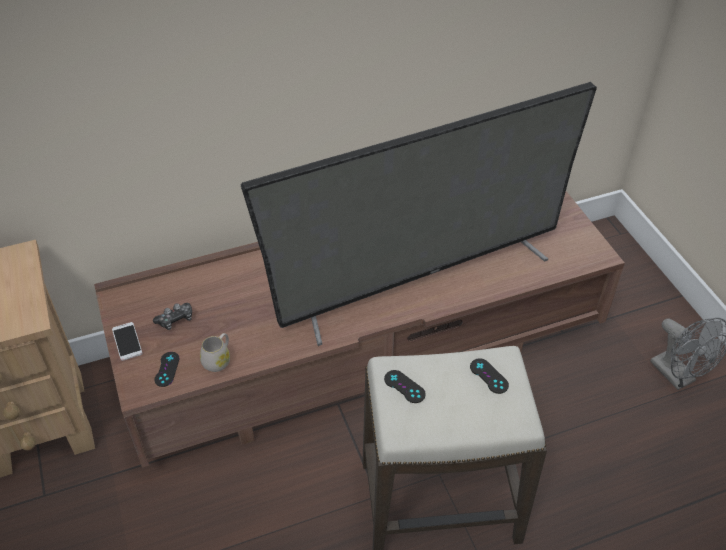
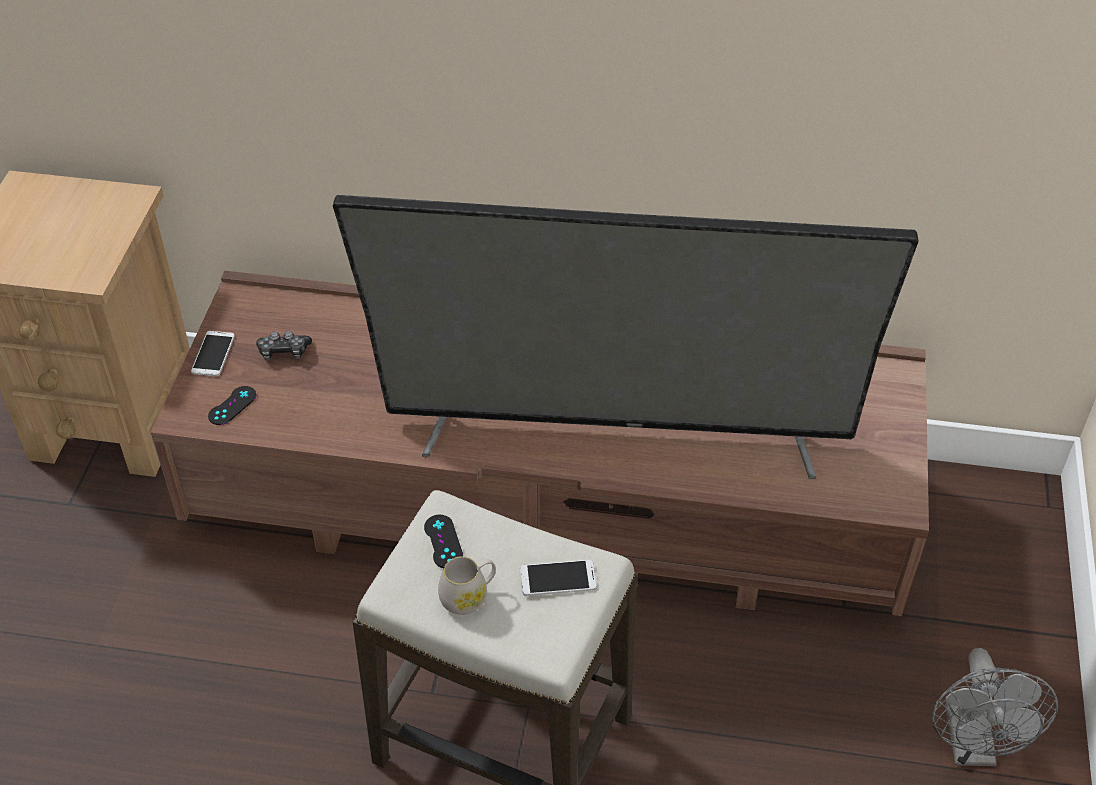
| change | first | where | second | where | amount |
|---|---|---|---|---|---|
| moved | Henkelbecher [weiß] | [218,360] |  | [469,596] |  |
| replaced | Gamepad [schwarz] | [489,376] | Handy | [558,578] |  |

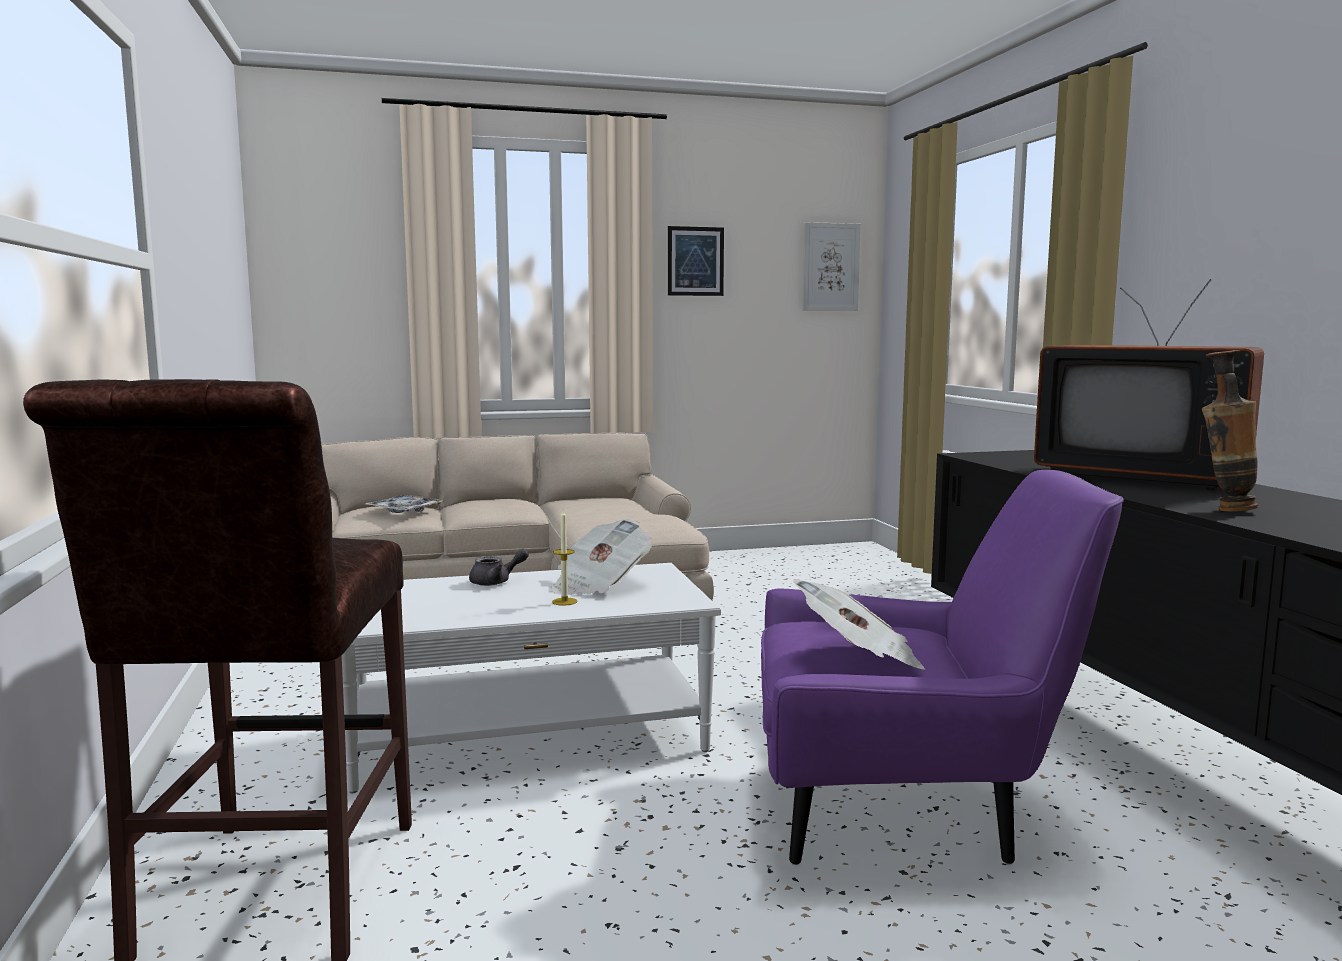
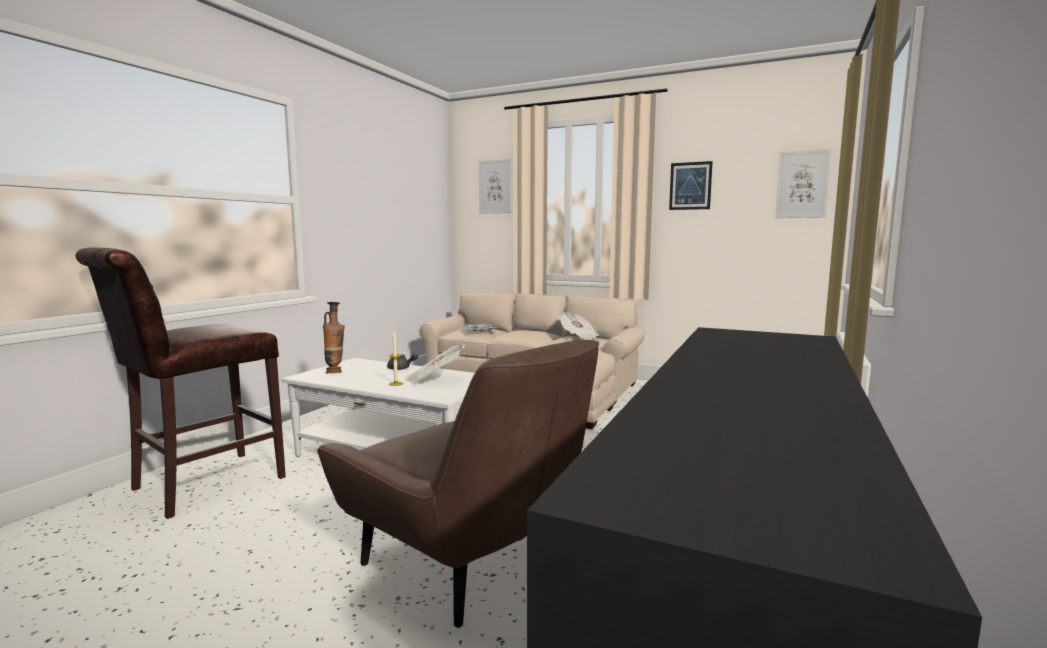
| change | first | where | second | where | amount |
|---|---|---|---|---|---|
| removed | Fernseher | [1140,477] |  |  |  |
| added |  |  | Bild | [495,186] |  |
| moved | Zeitung | [859,657] |  | [579,337] |  |
| moved | Vase | [1224,510] |  | [335,372] |  |
| recoloured | Sessel [lila] | [905,812] | Sessel [braun] | [470,568] |  |

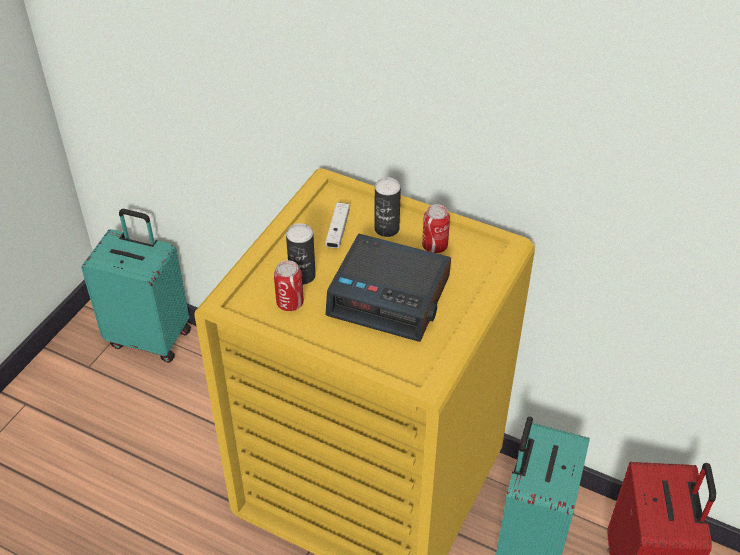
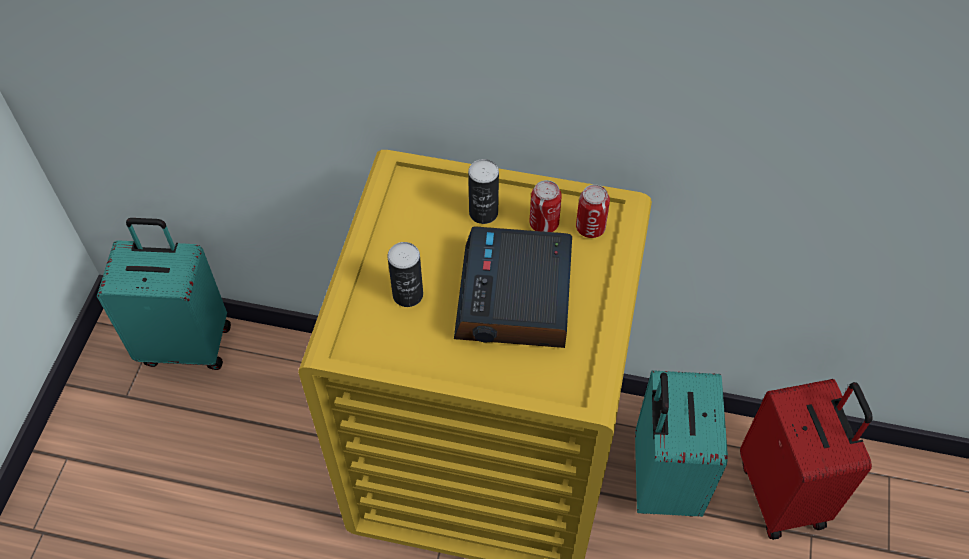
| change | first | where | second | where | amount |
|---|---|---|---|---|---|
| removed | Gamepad [weiß] | [338,231] |  |  |  |
| moved | Dose | [290,303] |  | [590,228] |  |
| turned | Wecker | [390,296] |  | [515,298] | 90 degrees clockwise |

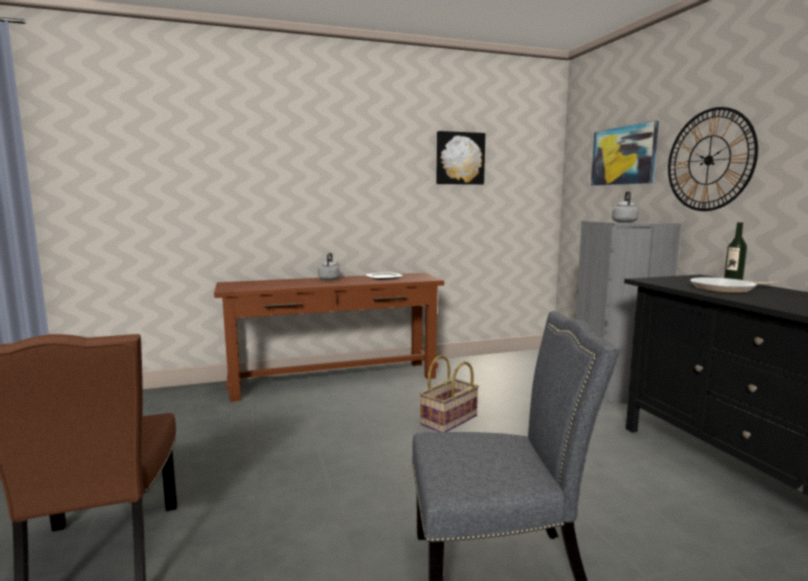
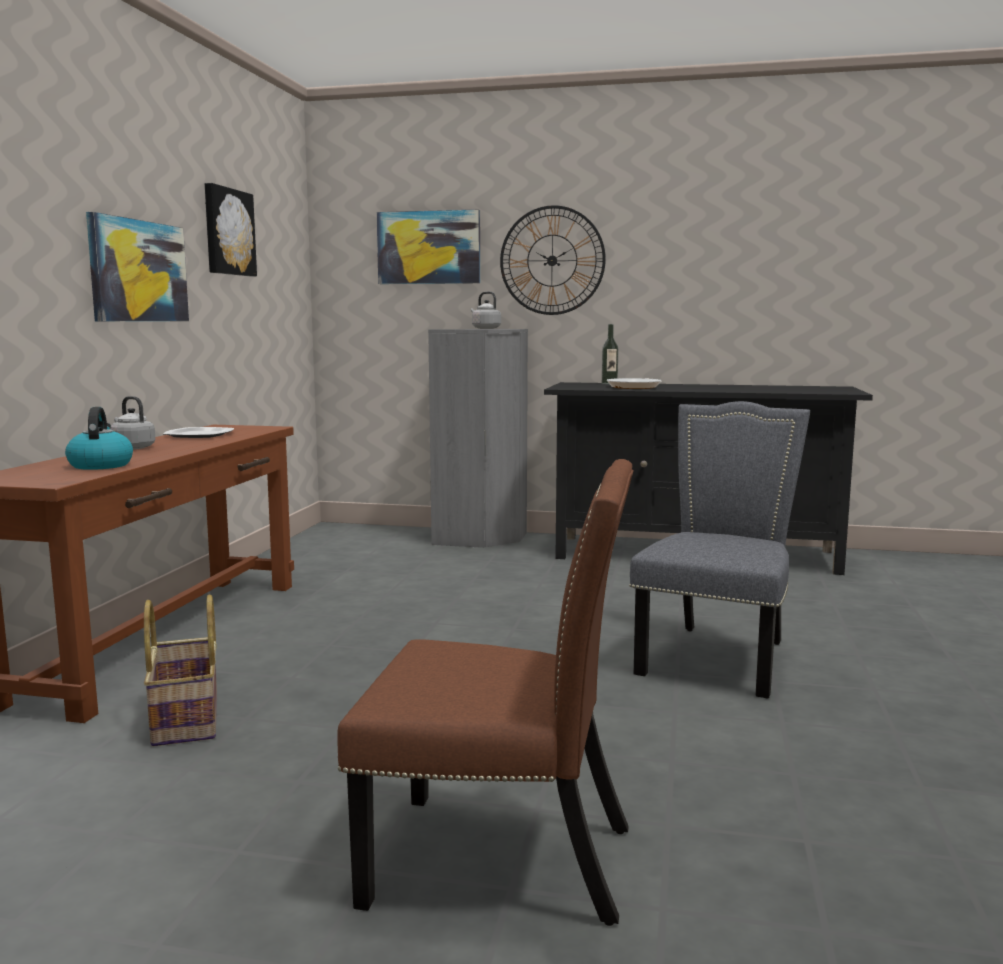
| change | first | where | second | where | amount |
|---|---|---|---|---|---|
| added |  |  | Wasserkessel | [100,465] |  |
| added |  |  | Bild | [138,271] |  |
| moved | Korb | [449,420] |  | [188,719] |  |

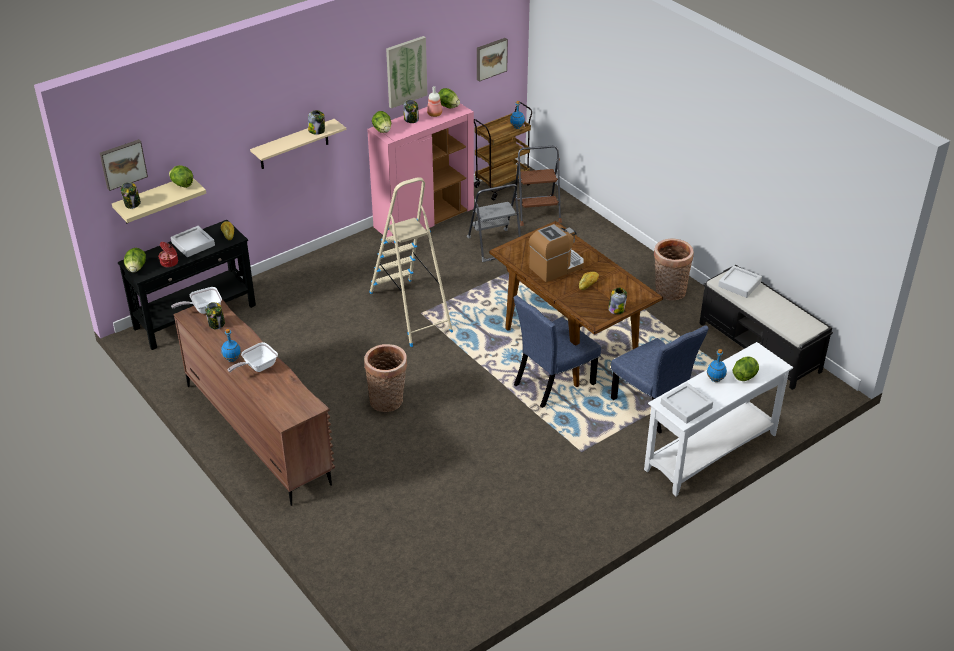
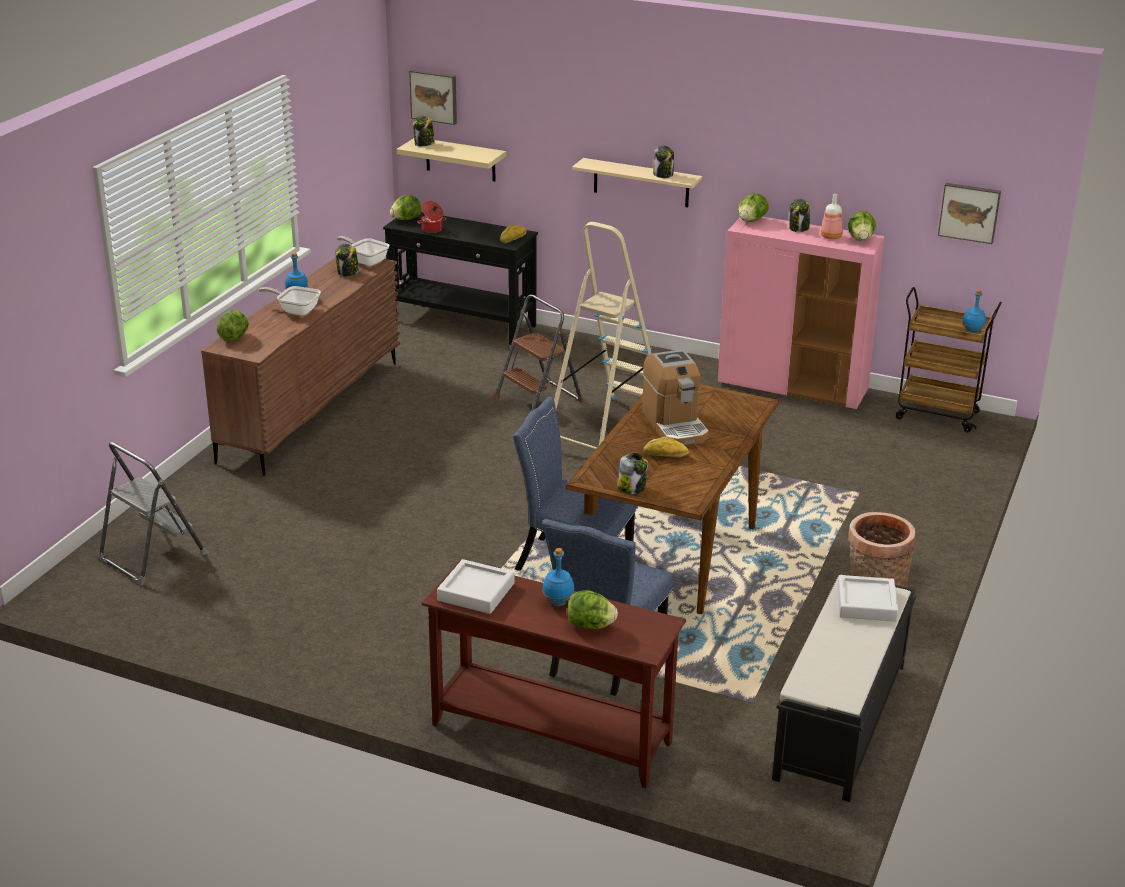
| change | first | where | second | where | amount |
|---|---|---|---|---|---|
| removed | Tablett [grau] | [193,244] |  |  |  |
| removed | Korb | [388,402] |  |  |  |
| removed | Bild | [406,71] |  |  |  |
| moved | Salatkopf | [182,184] |  | [234,338] |  |
| moved | Trittleiter [grau] | [495,246] |  | [149,557] |  |
| moved | Trittleiter [braun] | [537,209] |  | [541,399] |  |
| recoloured | Konsolentisch [weiß] | [710,452] | Konsolentisch [braun] | [550,733] |  |
| turned | Kaffeemaschine | [556,267] |  | [675,425] | 45 degrees clockwise |

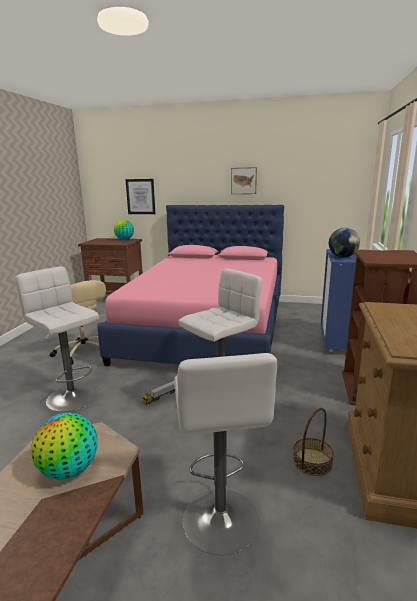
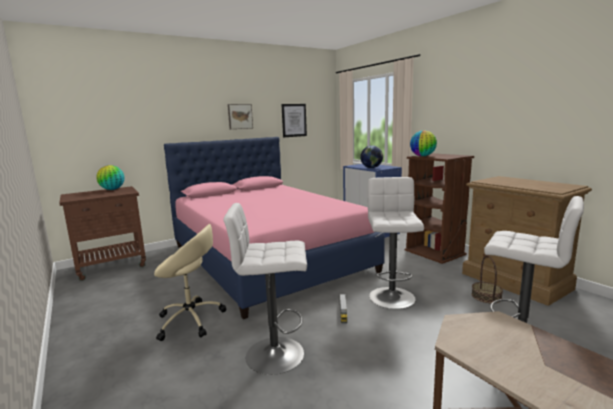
| change | first | where | second | where | amount |
|---|---|---|---|---|---|
| moved | Globus | [69,470] |  | [422,156] |  |
| moved | Bild | [140,196] |  | [294,120] |  |

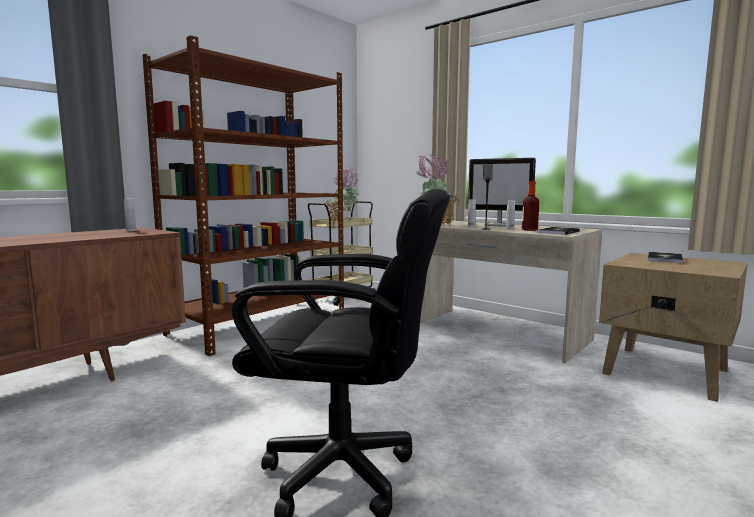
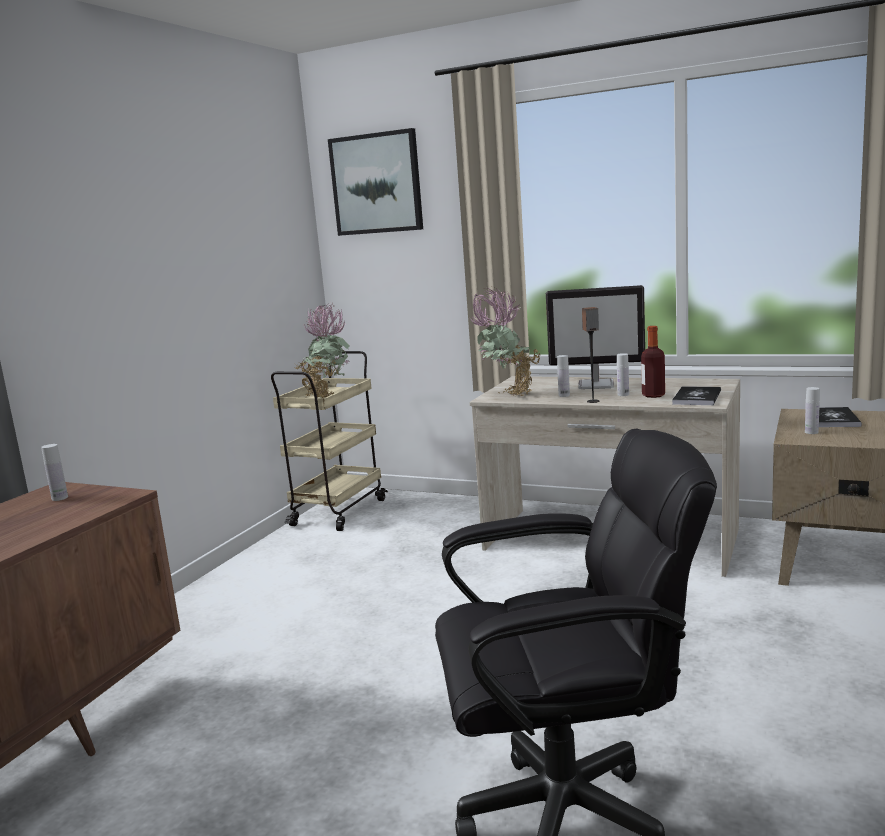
| change | first | where | second | where | amount |
|---|---|---|---|---|---|
| removed | Bücherregal [braun] | [260,325] |  |  |  |
| added |  |  | Bild | [377,183] |  |
| added |  |  | Flasche [weiß] | [811,432] |  |

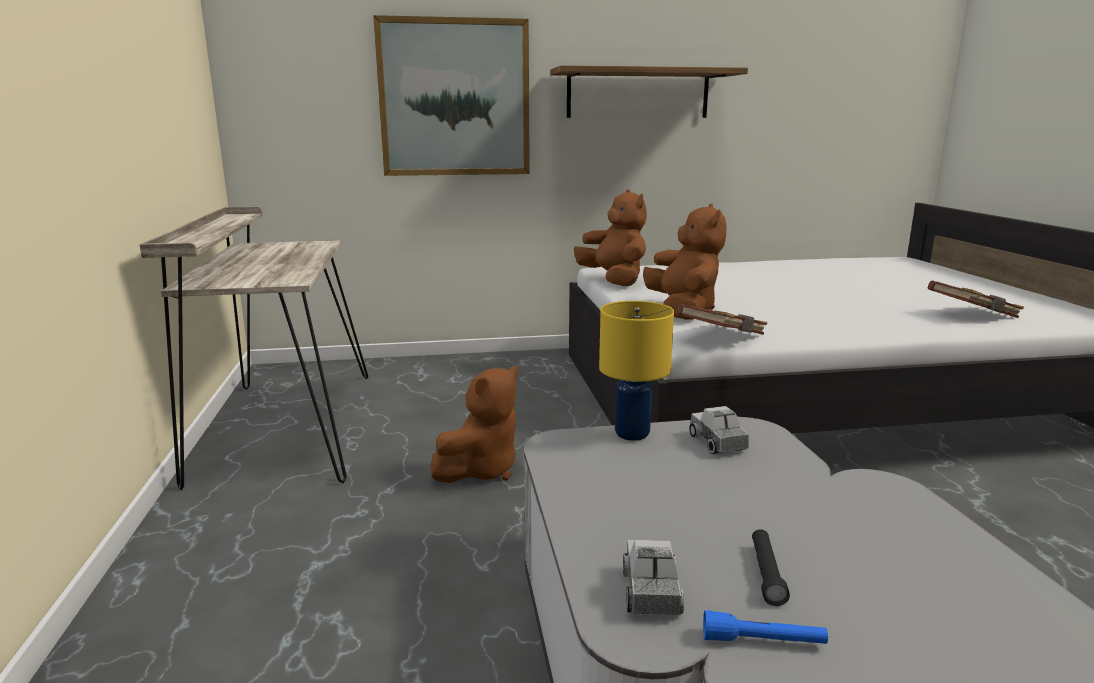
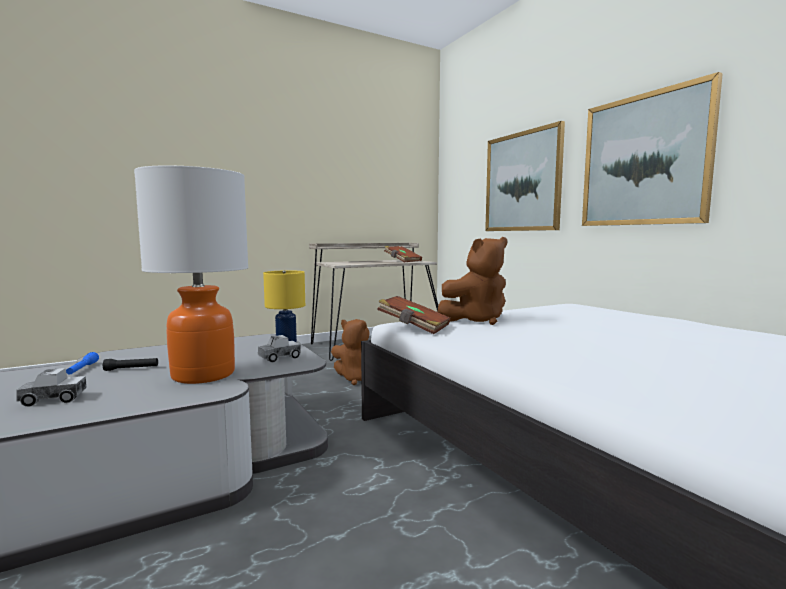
| change | first | where | second | where | amount |
|---|---|---|---|---|---|
| removed | Plüschtier [braun] | [614,280] |  |  |  |
| added |  |  | Tischlampe | [203,374] |  |
| moved | Spielzeuglaster | [651,593] |  | [53,399] |  |
| moved | Buch [braun] | [973,315] |  | [402,261] |  |
| replaced | Wandregal | [638,94] | Bild | [644,160] |  |

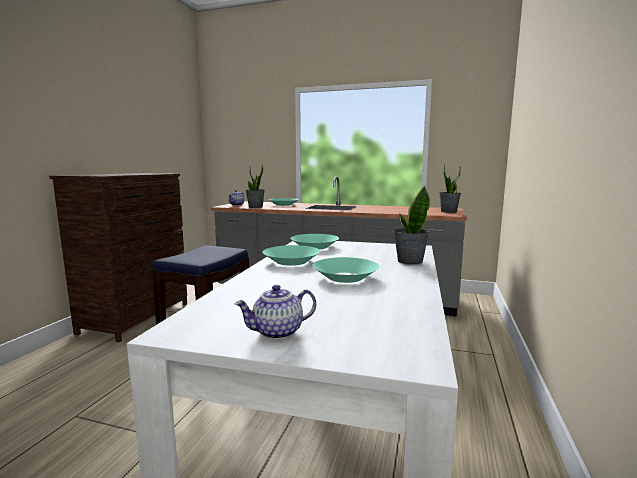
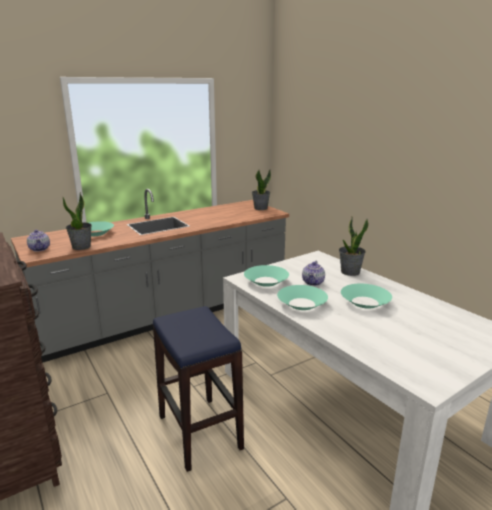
| change | first | where | second | where | amount |
|---|---|---|---|---|---|
| moved | Teekanne | [277,333] |  | [313,283] |  |

